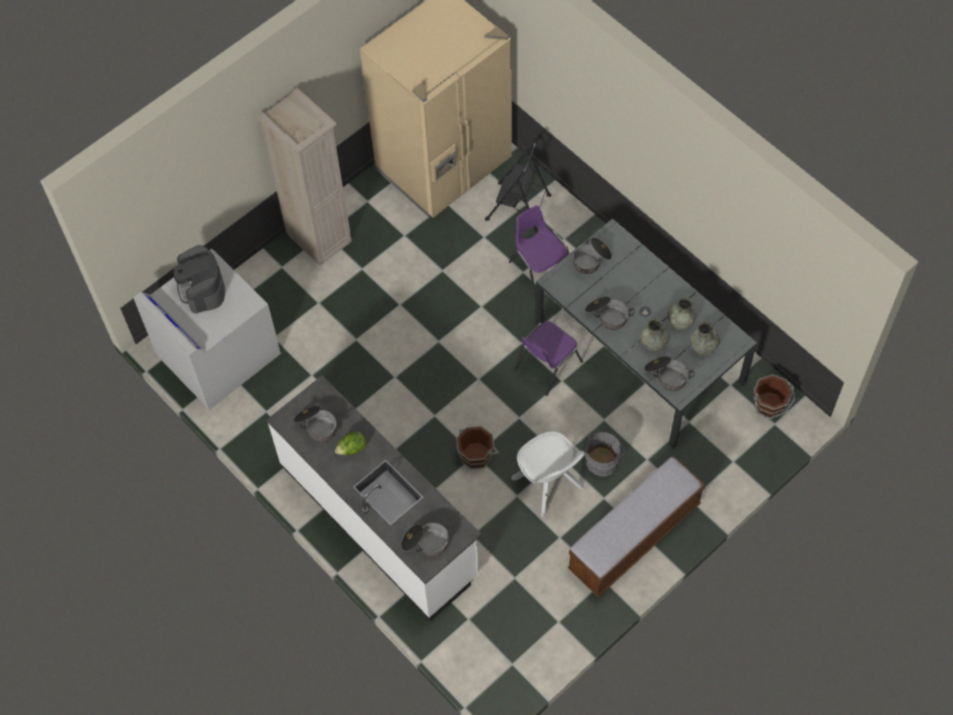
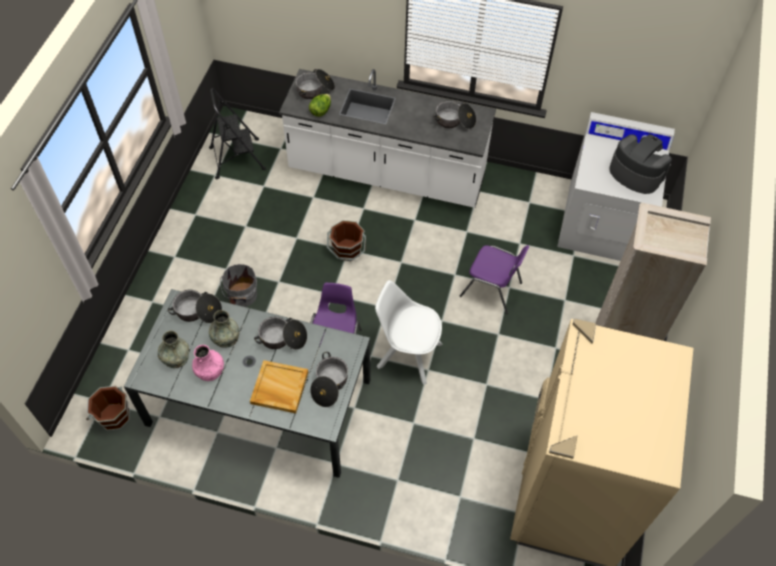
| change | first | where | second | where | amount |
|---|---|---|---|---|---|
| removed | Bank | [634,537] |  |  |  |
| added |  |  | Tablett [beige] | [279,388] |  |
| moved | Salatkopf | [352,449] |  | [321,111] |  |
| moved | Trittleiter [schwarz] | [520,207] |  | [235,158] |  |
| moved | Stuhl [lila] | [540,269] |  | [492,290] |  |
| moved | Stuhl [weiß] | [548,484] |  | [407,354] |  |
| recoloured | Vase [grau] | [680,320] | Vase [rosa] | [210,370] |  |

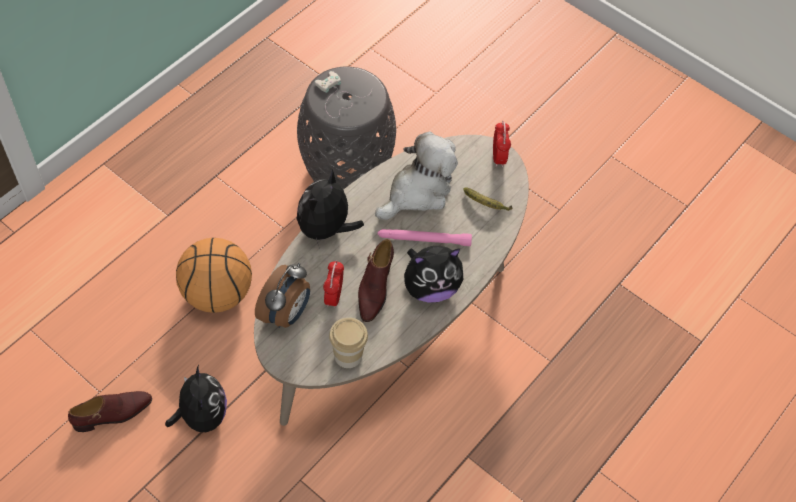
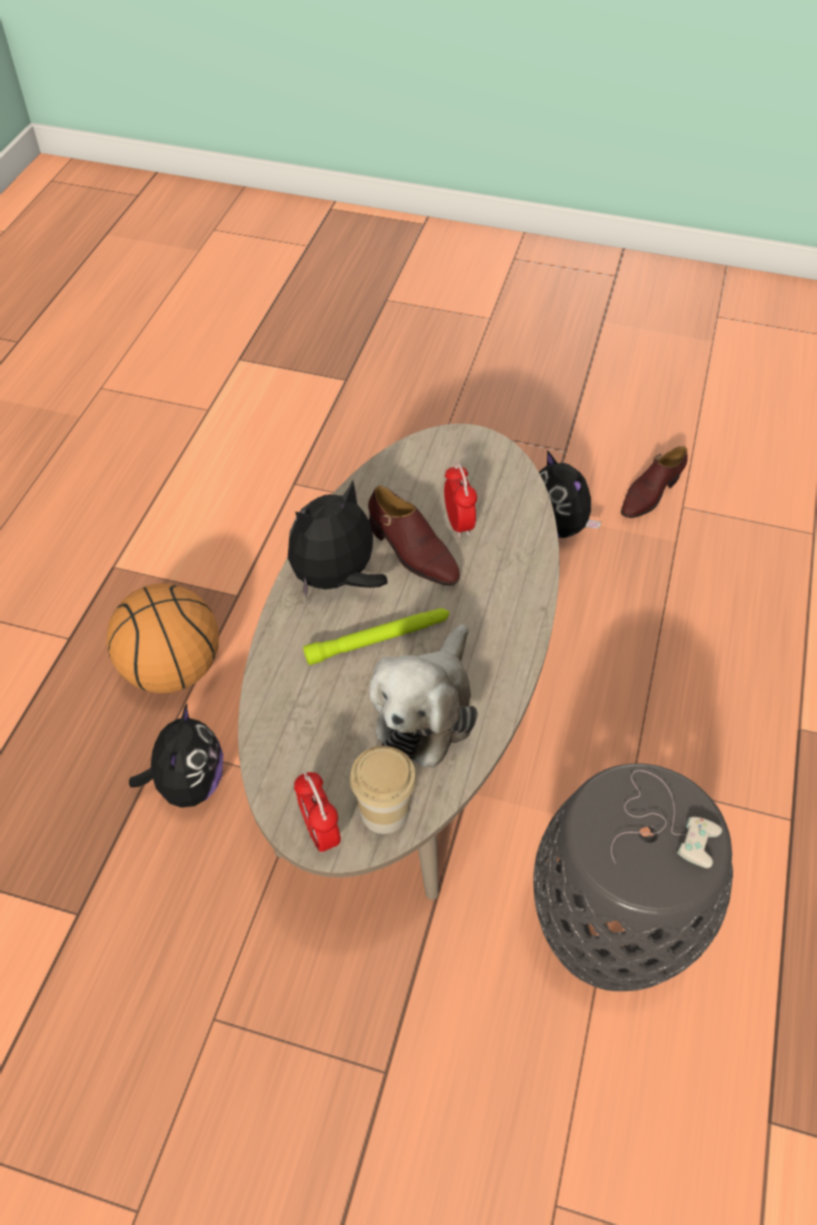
| change | first | where | second | where | amount |
|---|---|---|---|---|---|
| removed | Wecker | [286,314] |  |  |  |
| removed | Banane | [485,204] |  |  |  |
| moved | Basketball | [218,294] |  | [171,669] |  |
| moved | Plüschtier | [326,230] |  | [189,784] |  |
| moved | Tasse | [348,355] |  | [384,812] |  |
| recoloured | Taschenlampe [rosa] | [423,240] | Taschenlampe [grün] | [378,639] |  |
| turned | Schuh [braun] | [374,287] |  | [412,552] | 150 degrees clockwise |

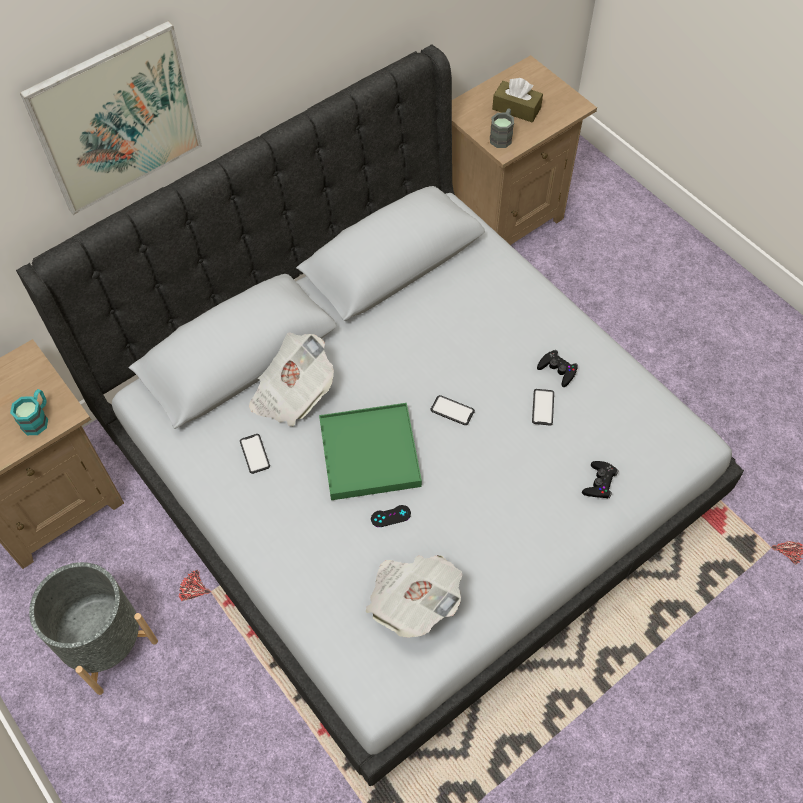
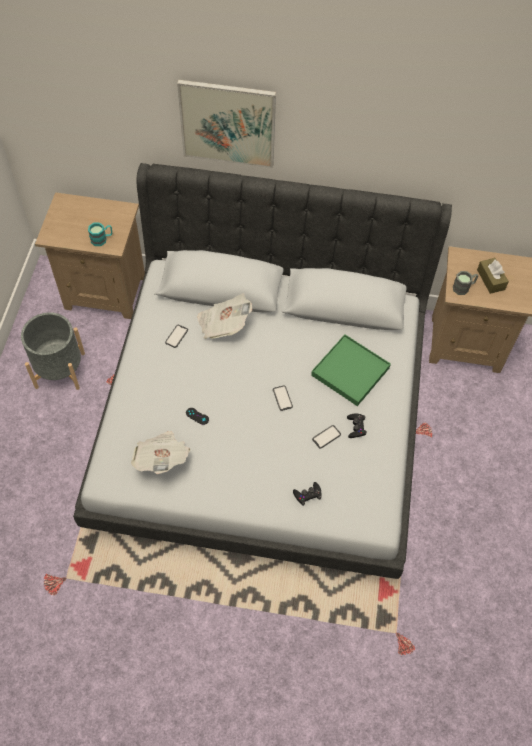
| change | first | where | second | where | amount |
|---|---|---|---|---|---|
| moved | Tablett [grün] | [369,454] |  | [350,371] |  |

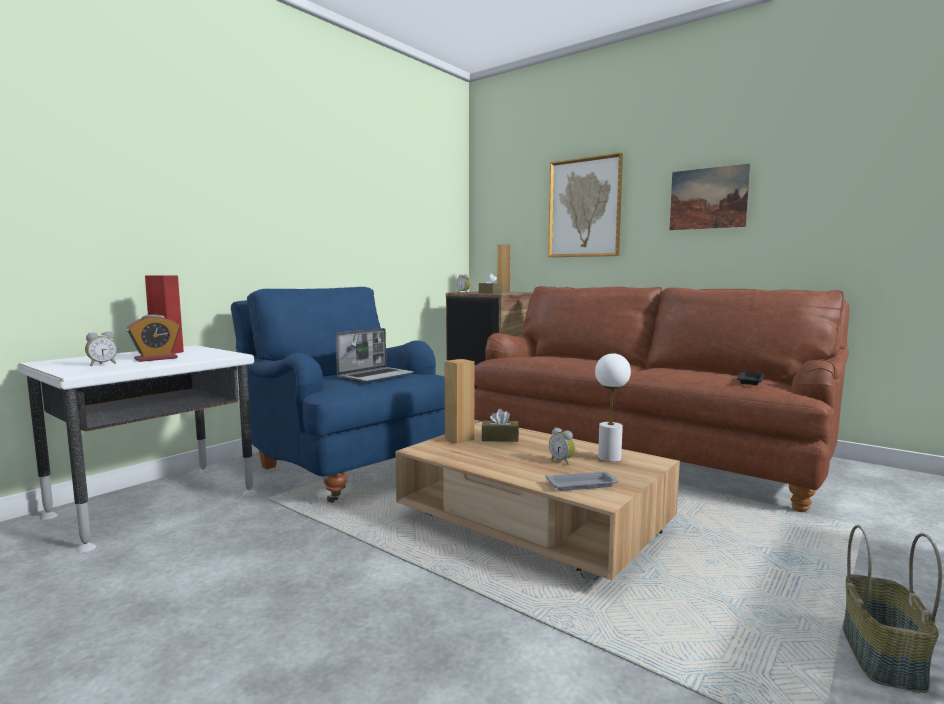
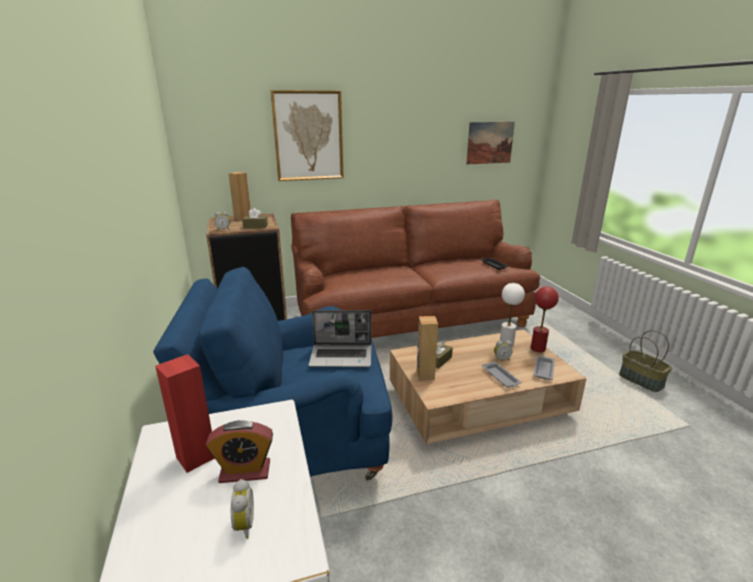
| change | first | where | second | where | amount |
|---|---|---|---|---|---|
| added |  |  | Tablett [grau] | [501,377] |  |
| added |  |  | Tischlampe [rot] | [537,348] |  |
| moved | Bild | [708,198] |  | [490,143] |  |
| turned | Wecker | [156,359] |  | [245,471] | 90 degrees clockwise |
| turned | Laptop | [376,376] |  | [342,356] | 105 degrees clockwise |

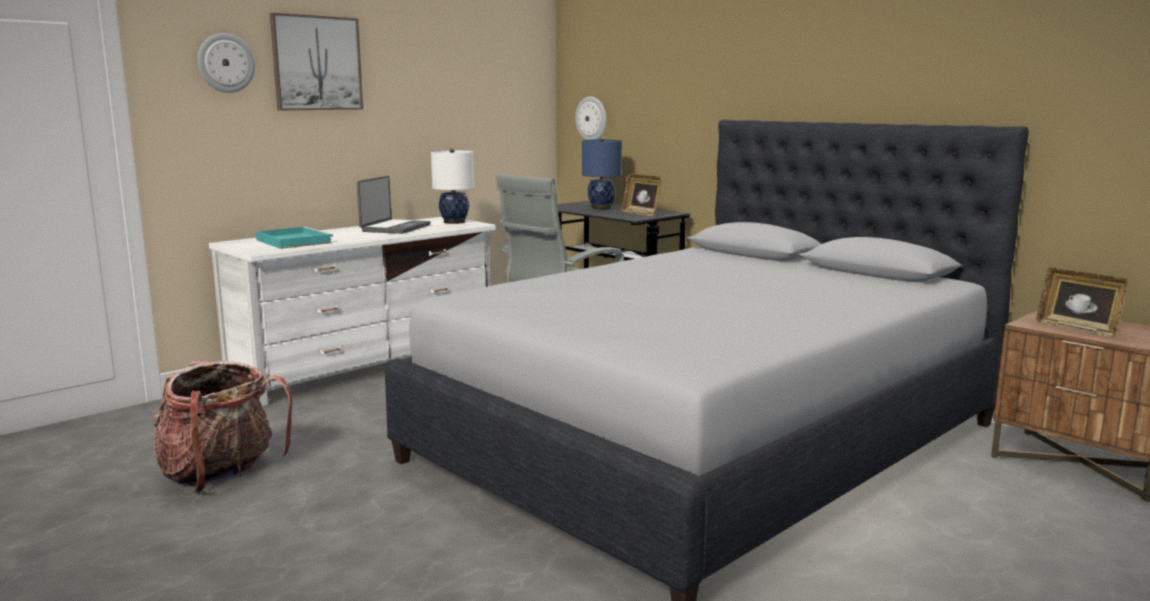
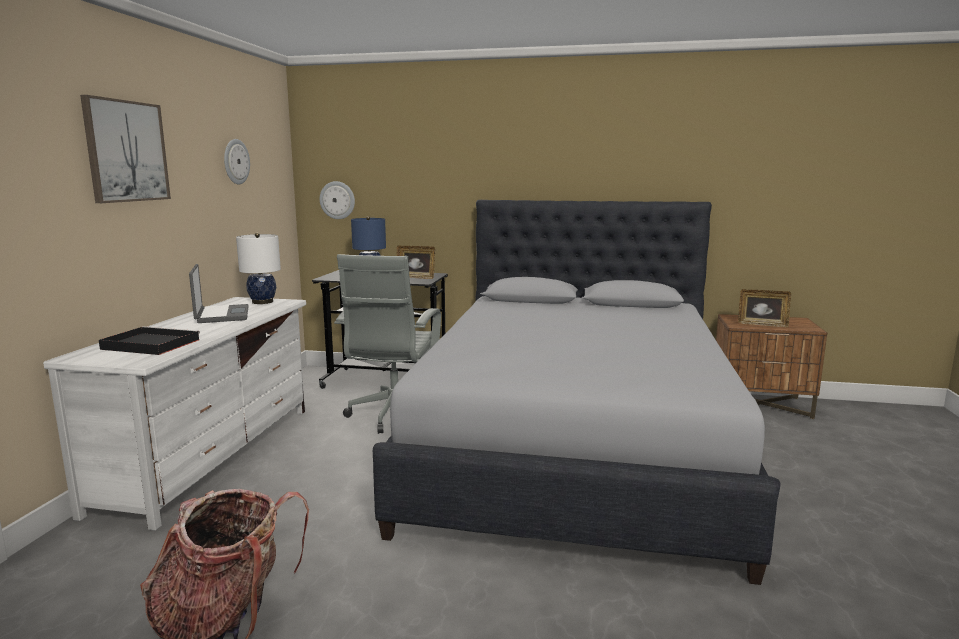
| change | first | where | second | where | amount |
|---|---|---|---|---|---|
| moved | Wanduhr | [225,63] |  | [235,161] |  |
| recoloured | Tablett [türkis] | [292,241] | Tablett [schwarz] | [149,344] |  |

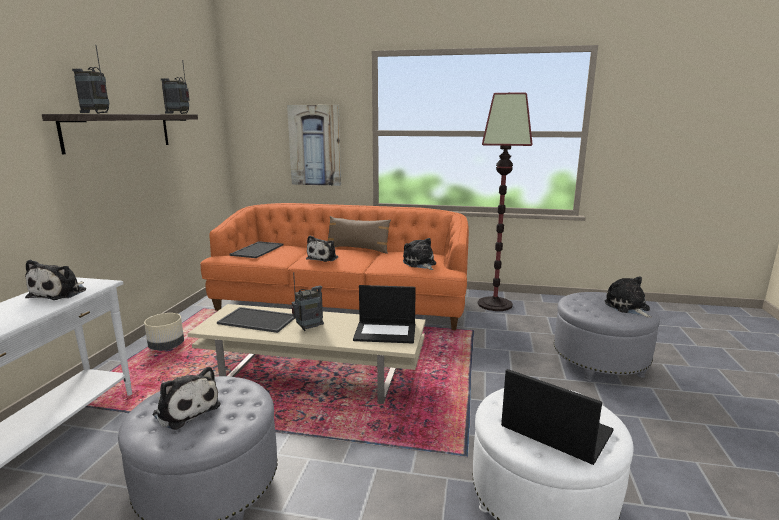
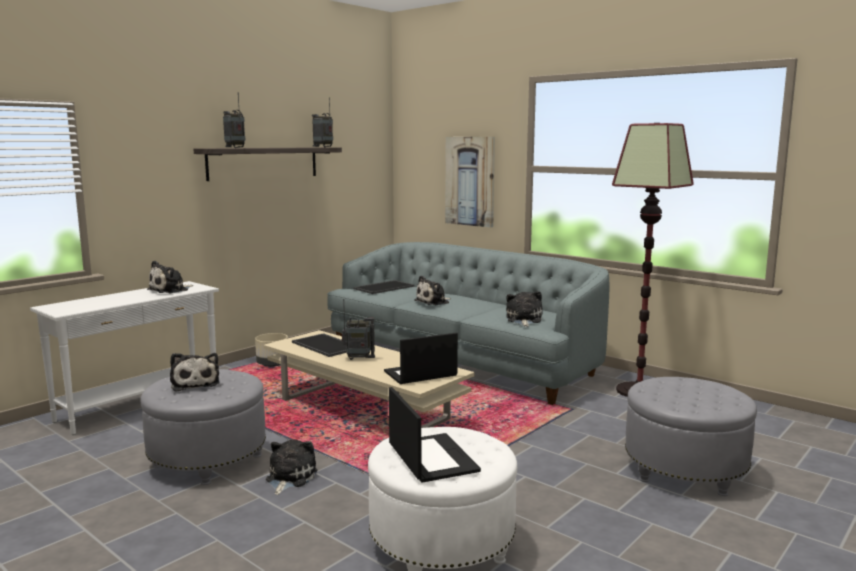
| change | first | where | second | where | amount |
|---|---|---|---|---|---|
| removed | Kissen [braun] | [358,249] |  |  |  |
| moved | Plüschtier | [628,307] |  | [289,478] |  |
| recoloured | Sofa [orange] | [342,304] | Sofa [grau] | [461,360] |  |
| turned | Laptop | [386,332] |  | [420,374] | 120 degrees clockwise |

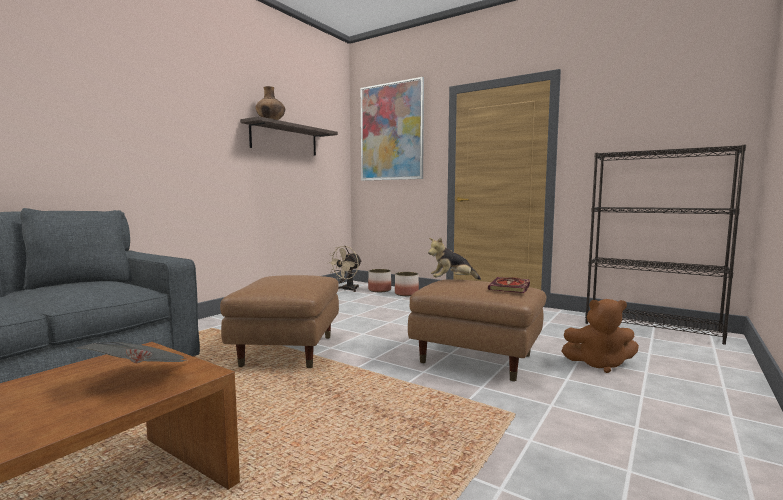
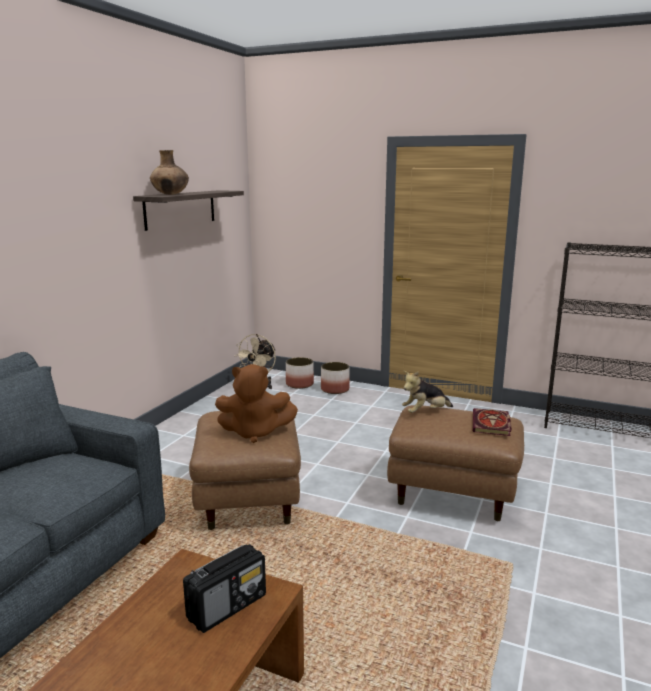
| change | first | where | second | where | amount |
|---|---|---|---|---|---|
| removed | Bild | [391,132] |  |  |  |
| moved | Plüschtier [braun] | [599,364] |  | [255,432] |  |
| replaced | Zeitung | [143,379] | Radio | [228,606] |  |

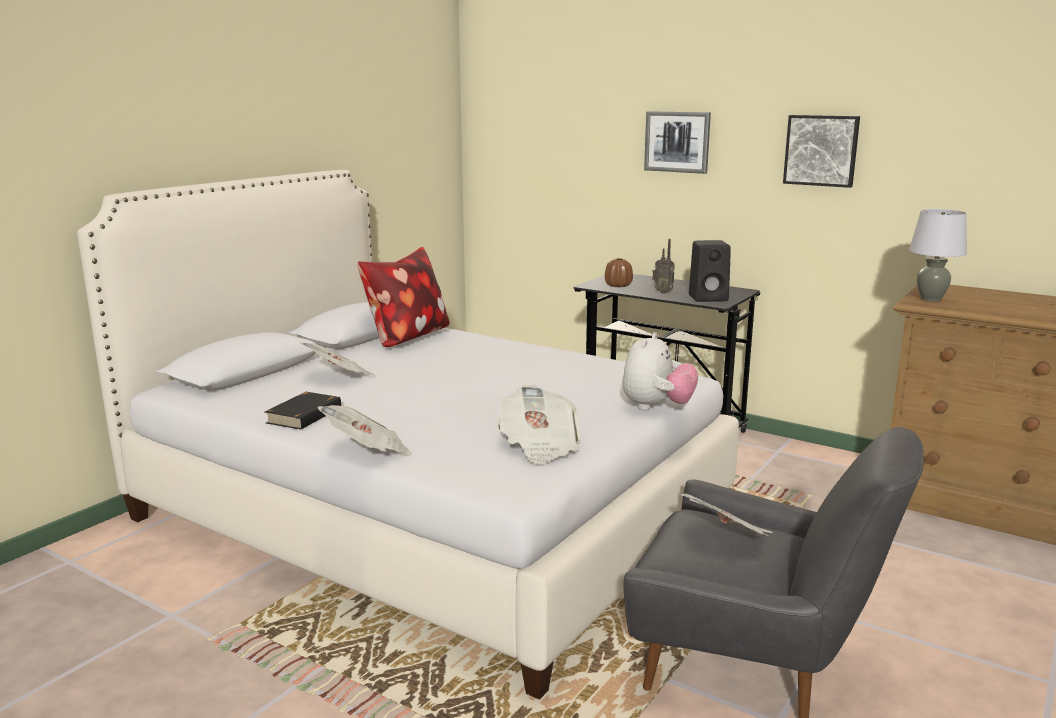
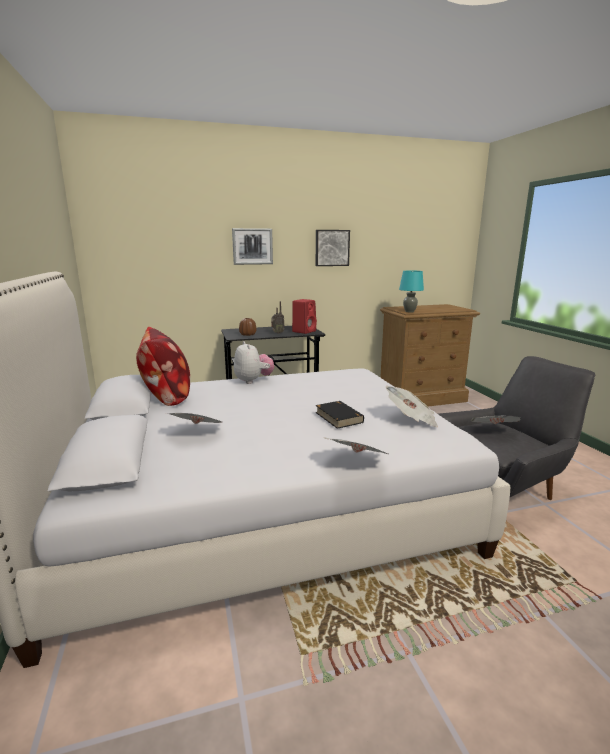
| change | first | where | second | where | amount |
|---|---|---|---|---|---|
| moved | Buch [schwarz] | [305,415] |  | [339,417] |  |
| moved | Plüschtier | [656,407] |  | [253,381] |  |
| recoloured | Lautsprecher [schwarz] | [709,298] | Lautsprecher [rot] | [304,331] |  |
| recoloured | Tischlampe [grau] | [931,299] | Tischlampe [türkis] | [409,311] |  |

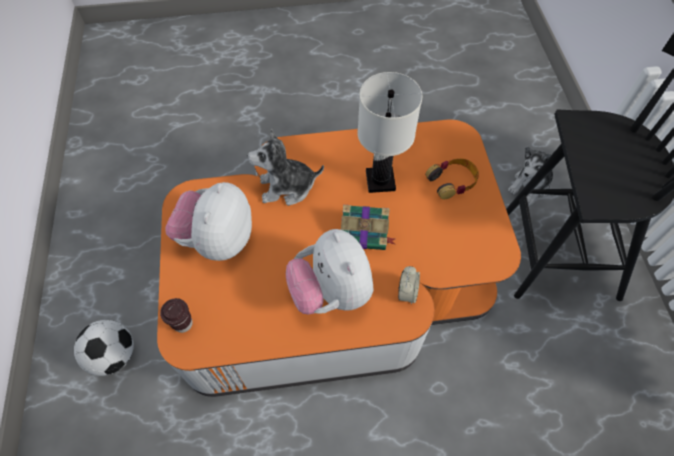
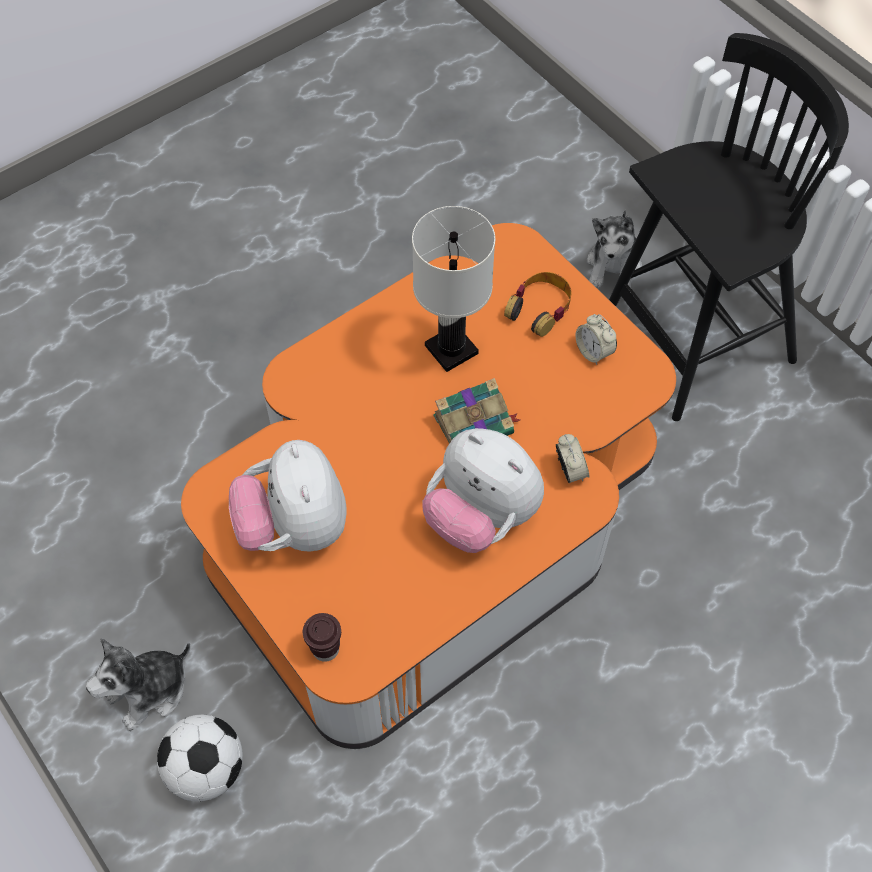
| change | first | where | second | where | amount |
|---|---|---|---|---|---|
| added |  |  | Wecker | [593,352] |  |
| moved | Plüschtier | [287,187] |  | [149,691] |  |

